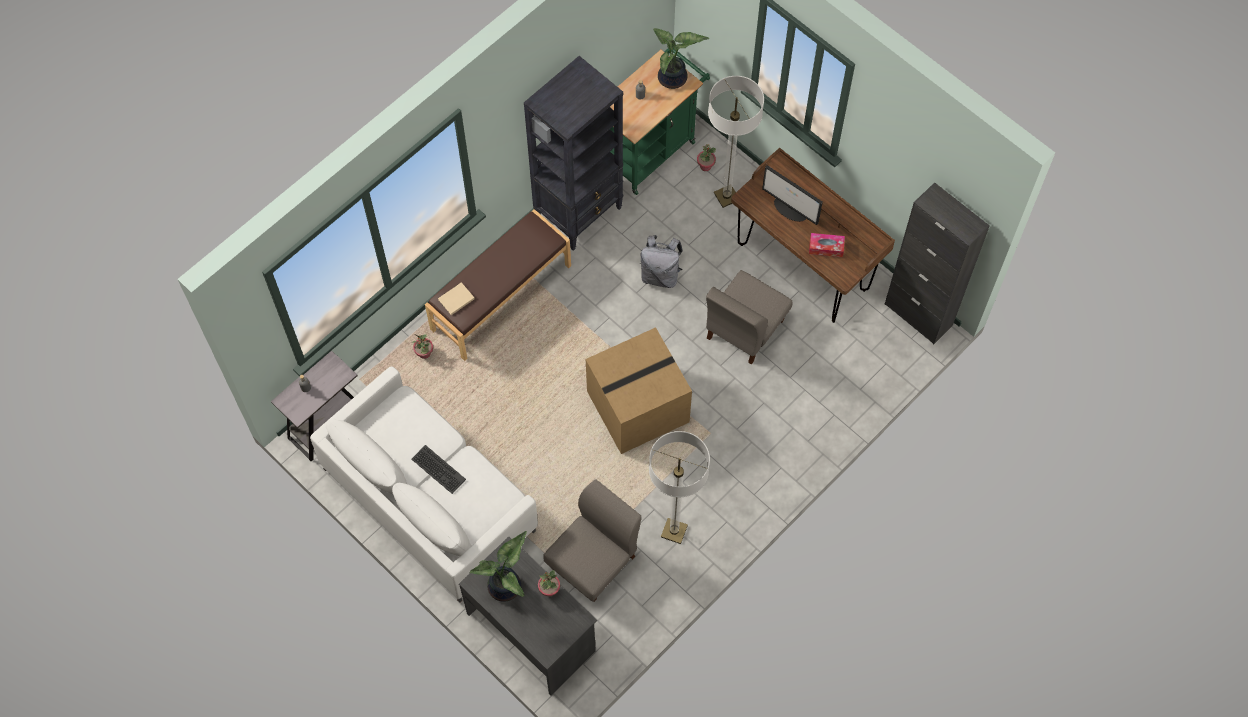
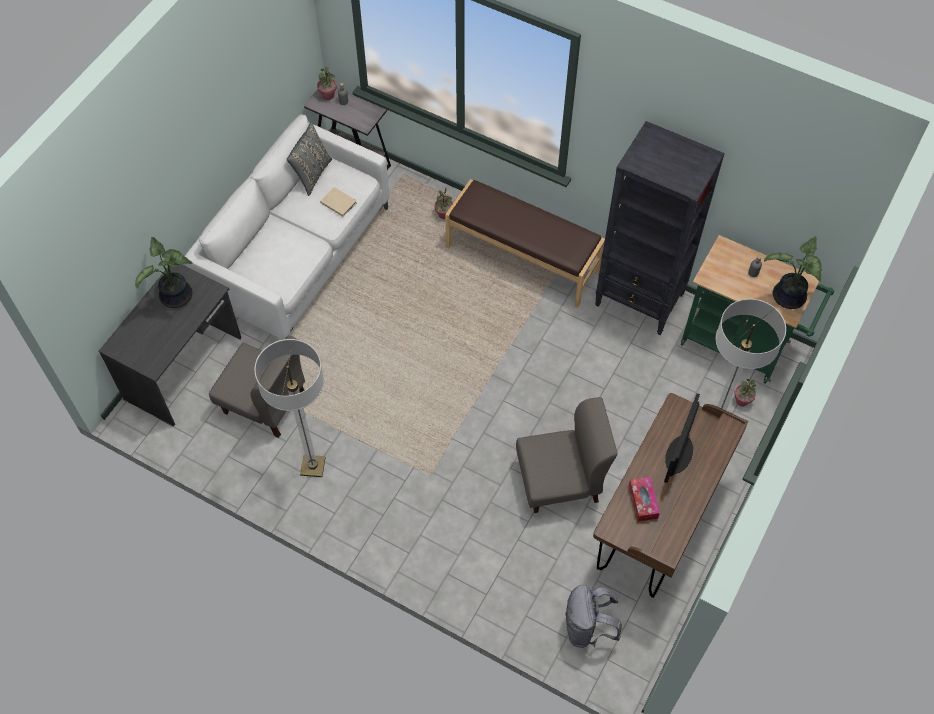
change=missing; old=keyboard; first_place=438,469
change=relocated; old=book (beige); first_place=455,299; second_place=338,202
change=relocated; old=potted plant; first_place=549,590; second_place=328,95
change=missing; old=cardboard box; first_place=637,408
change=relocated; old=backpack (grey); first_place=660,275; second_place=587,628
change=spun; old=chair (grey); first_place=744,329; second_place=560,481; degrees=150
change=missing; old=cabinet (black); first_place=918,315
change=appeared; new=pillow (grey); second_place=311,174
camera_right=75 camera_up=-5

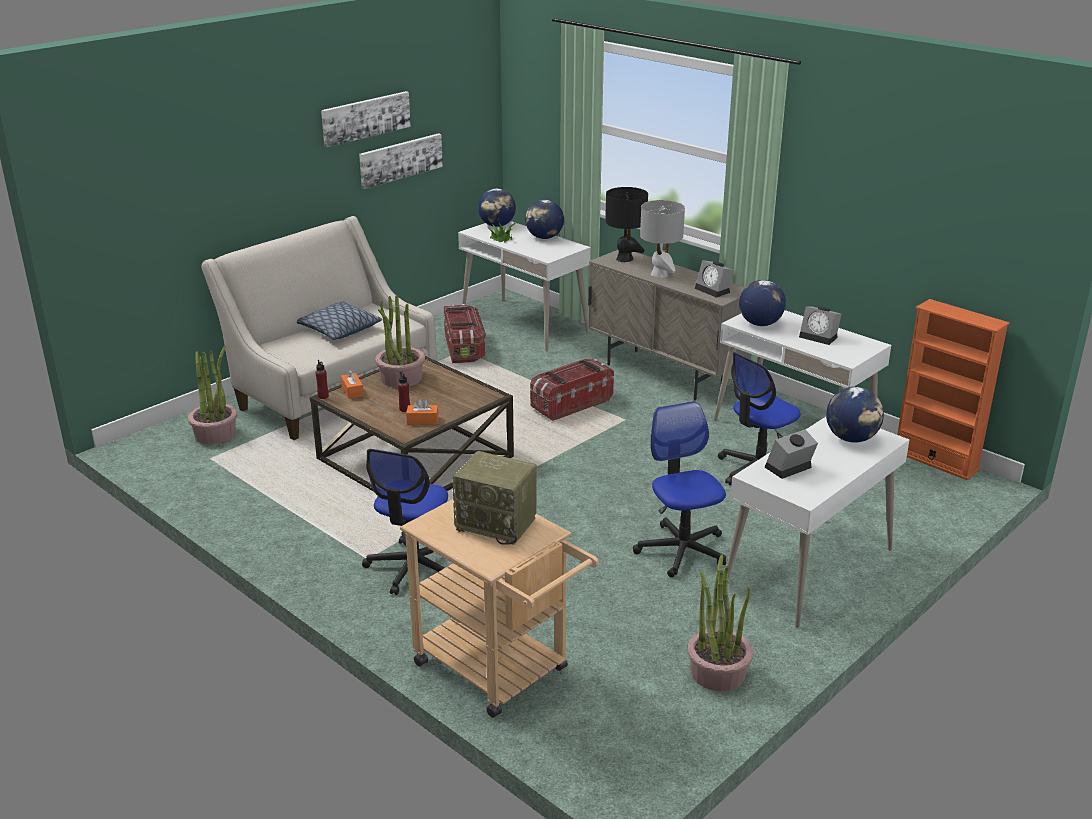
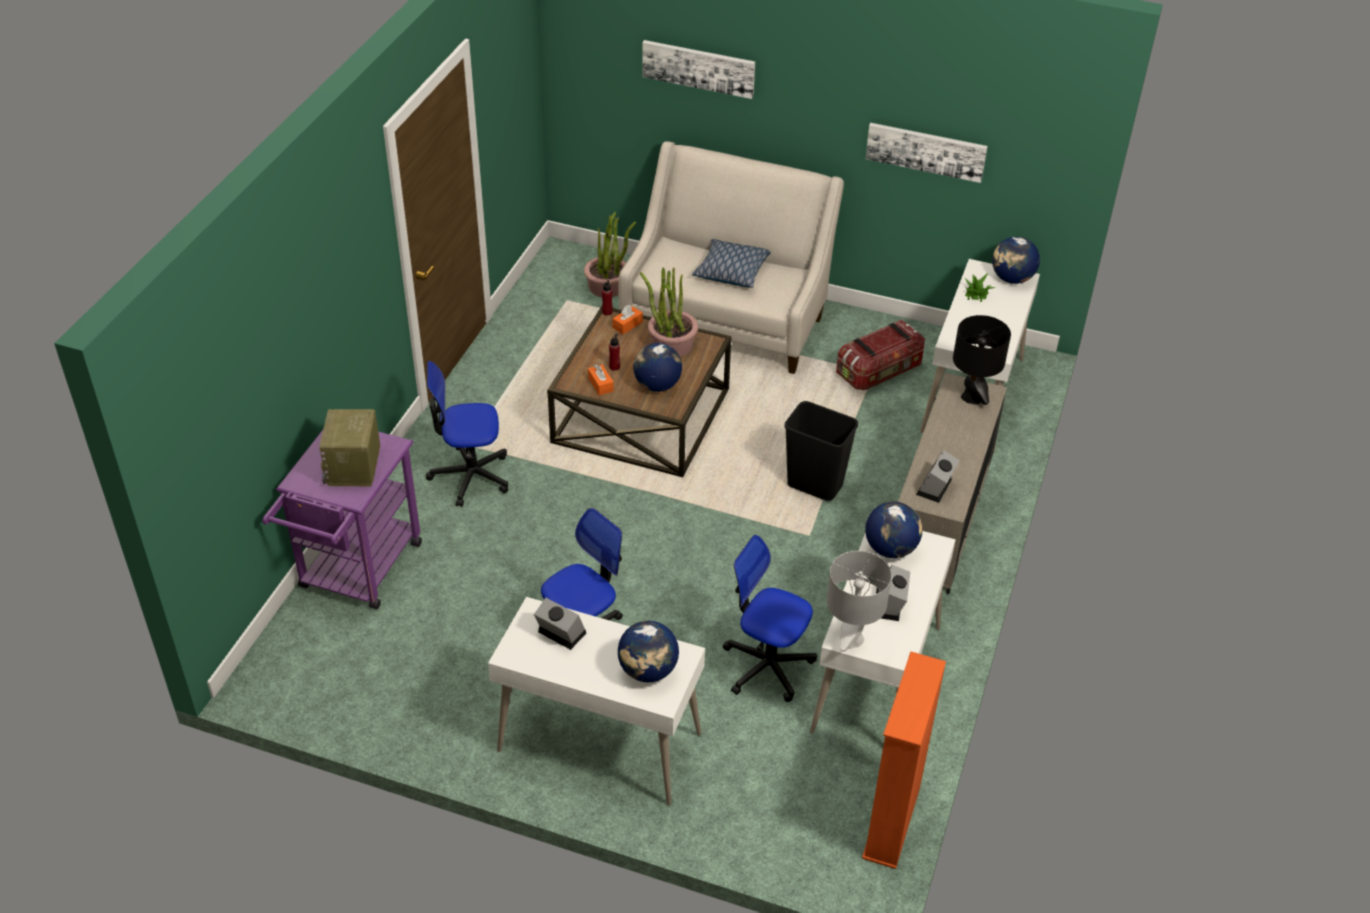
change=relocated; old=picture; first_place=365,118; second_place=698,68
change=colour; old=cart (beige); new=cart (purple); first_place=500,672; second_place=356,573
change=relocated; old=globe; first_place=544,237; second_place=657,385
change=exchanged; old=storage box; new=trash can (black); first_place=570,404; second_place=814,485
change=relocated; old=table lamp (grey); first_place=659,274; second_place=851,639
change=missing; old=potted plant; first_place=717,672
camera_right=65 camera_up=15

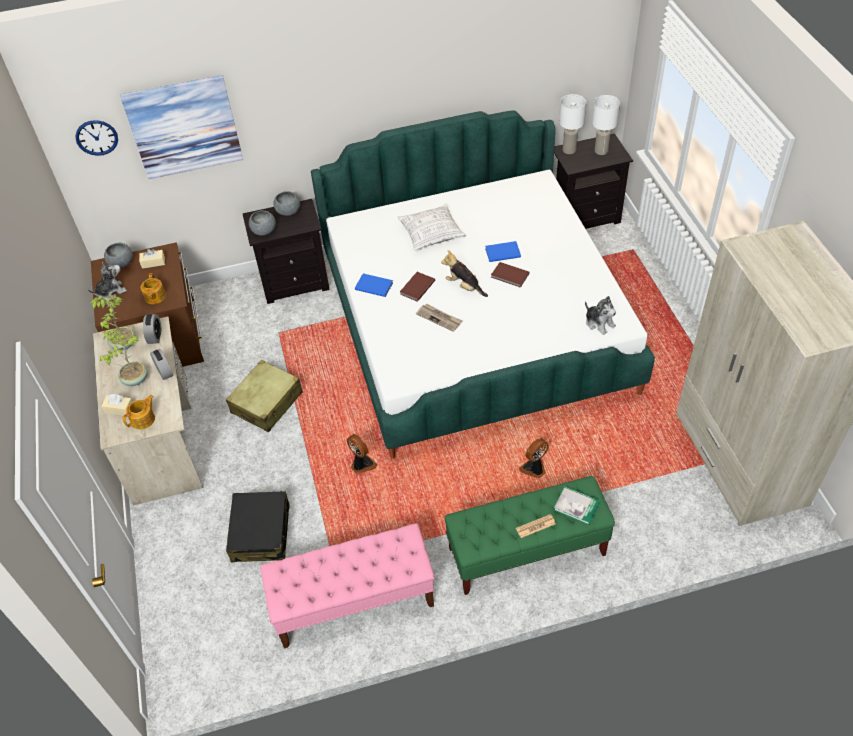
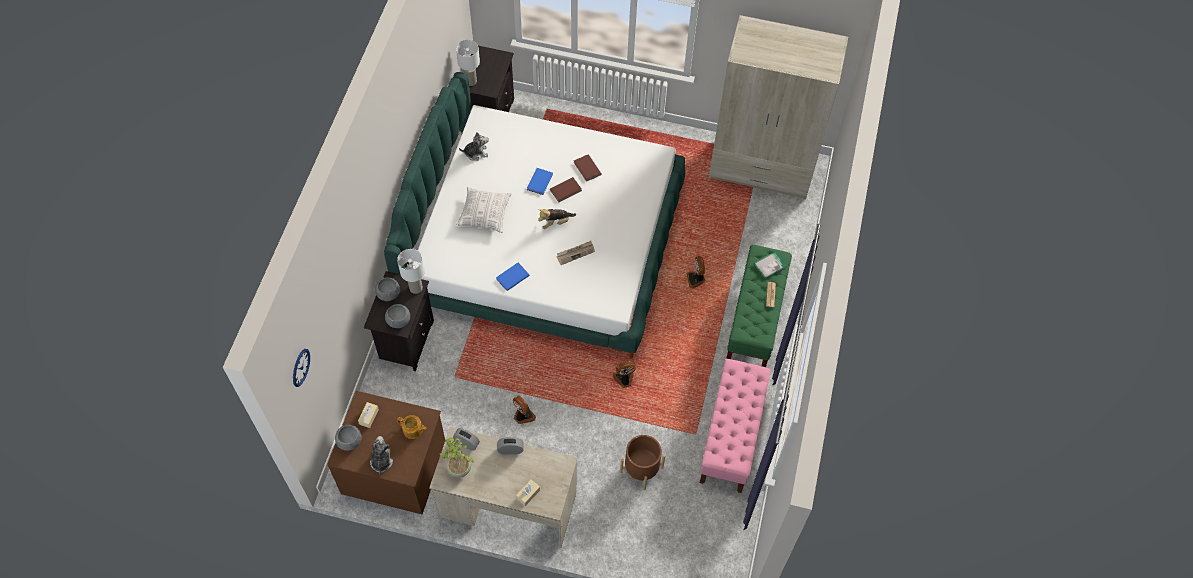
change=missing; old=potted plant; first_place=134,379
change=missing; old=picture; first_place=184,127
change=missing; old=teapot; first_place=143,419
change=exchanged; old=suitcase (beige); new=fan; first_place=267,403; second_place=523,416
change=exchanged; old=suitcase (black); new=planter (brown); first_place=261,533; second_place=641,469
change=relocated; old=book (brown); first_place=416,287; second_place=587,169
change=relocated; old=plush toy; first_place=599,323; second_place=476,153
change=relocated; old=table lamp (white); first_place=601,151; second_place=416,288
camera_right=-65 camera_up=10

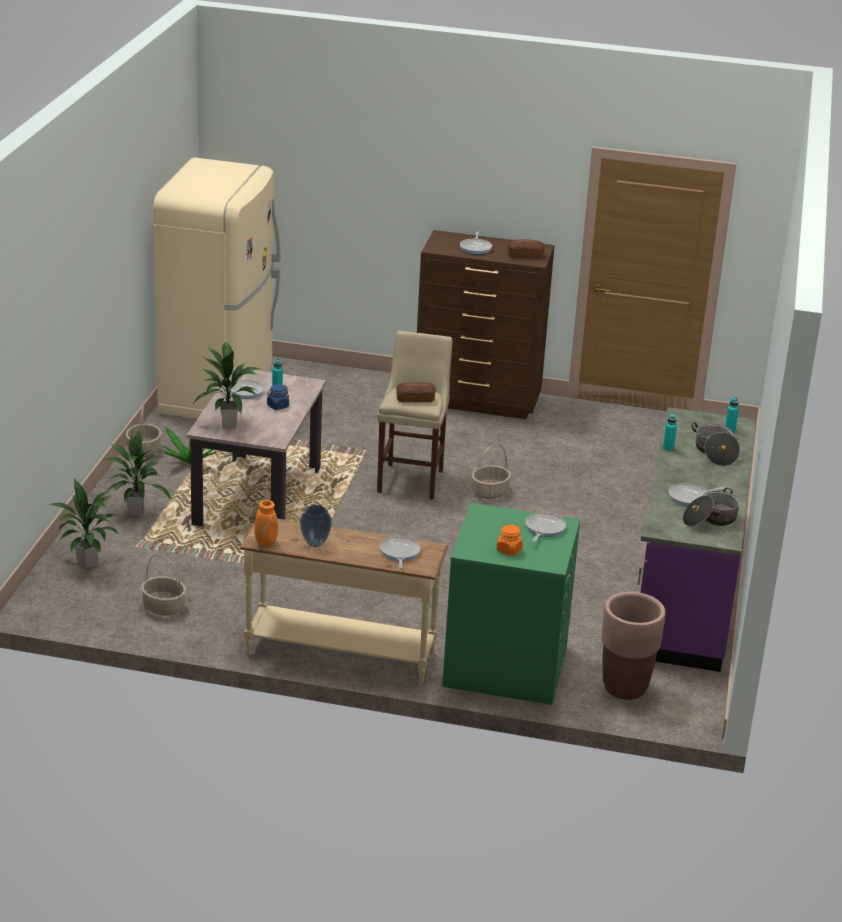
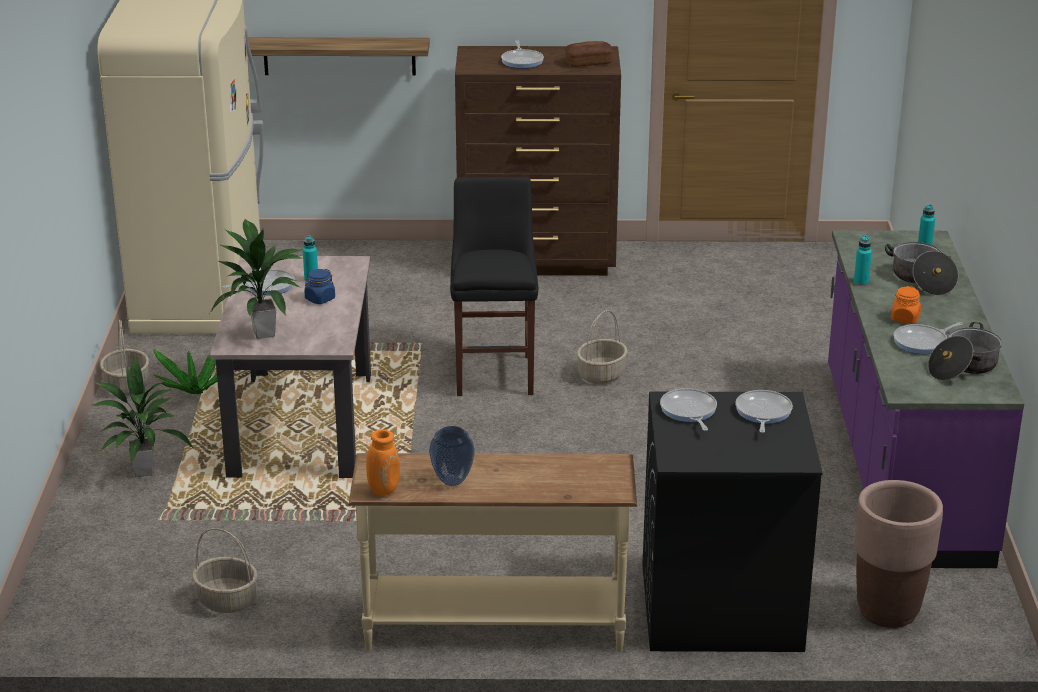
change=missing; old=potted plant; first_place=87,564
change=colour; old=stool (beige); new=stool (black); first_place=411,479; second_place=495,372
change=relocated; old=frying pan; first_place=399,553; second_place=688,411
change=missing; old=bread; first_place=415,399
change=colour; old=washing machine (green); new=washing machine (black); first_place=504,666; second_place=719,607
change=relocated; old=jar (orange); first_place=509,550; second_place=905,318
change=appeared; new=shelf; second_place=339,56
camera_right=-10 camera_up=0

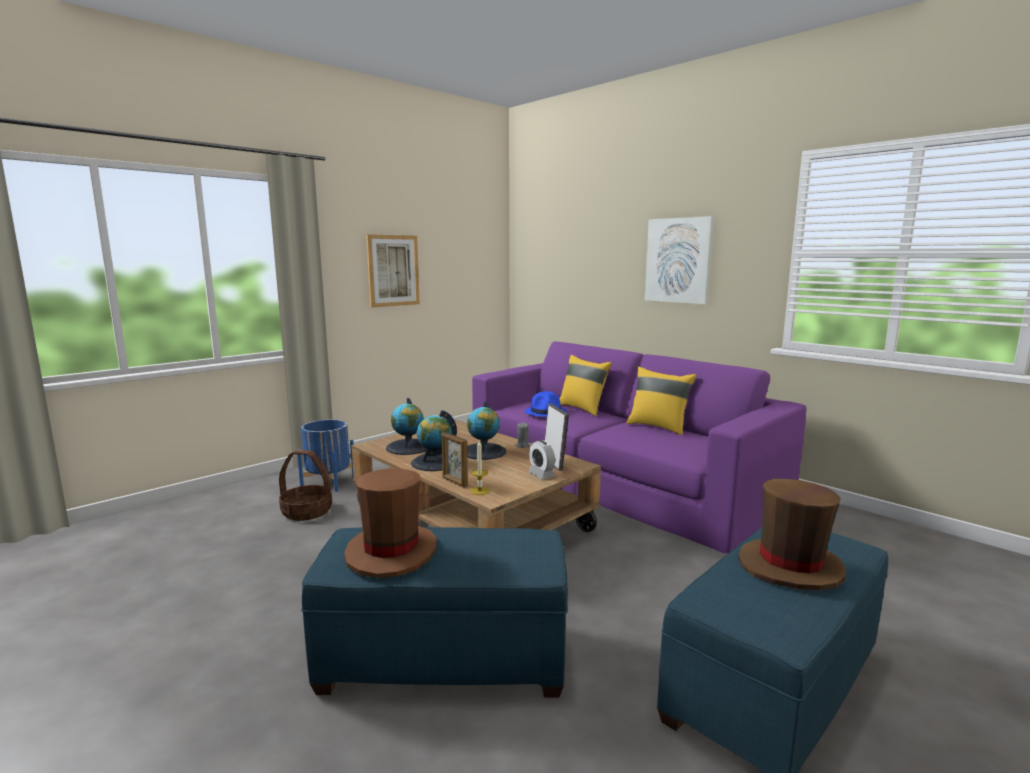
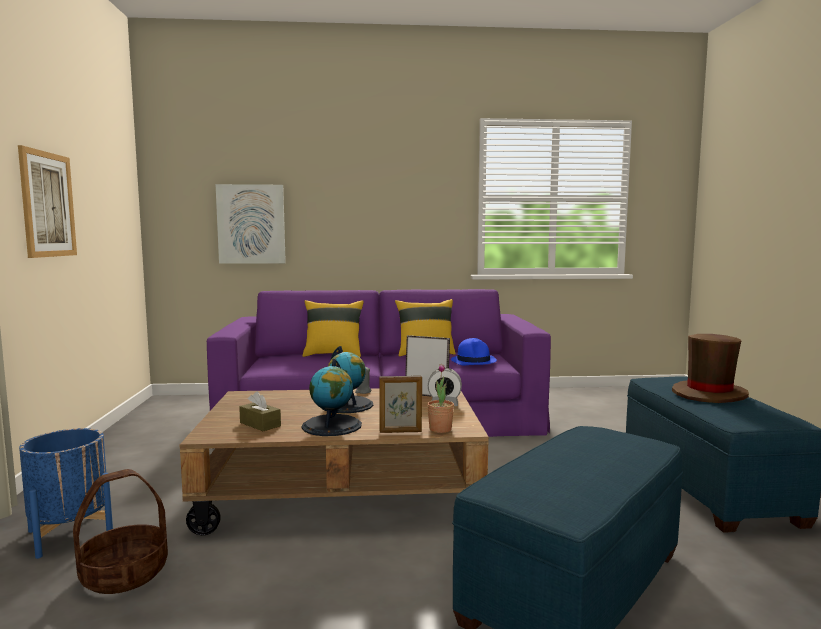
change=missing; old=hat (brown); first_place=392,552
change=exchanged; old=globe; new=tissue box (brown); first_place=408,447; second_place=260,424
change=exchanged; old=candle; new=potted plant; first_place=479,491; second_place=440,429
change=relocated; old=hat (blue); first_place=546,412; second_place=473,361
change=relocated; old=picture; first_place=678,260; second_place=251,224
camera_right=-50 camera_up=-5

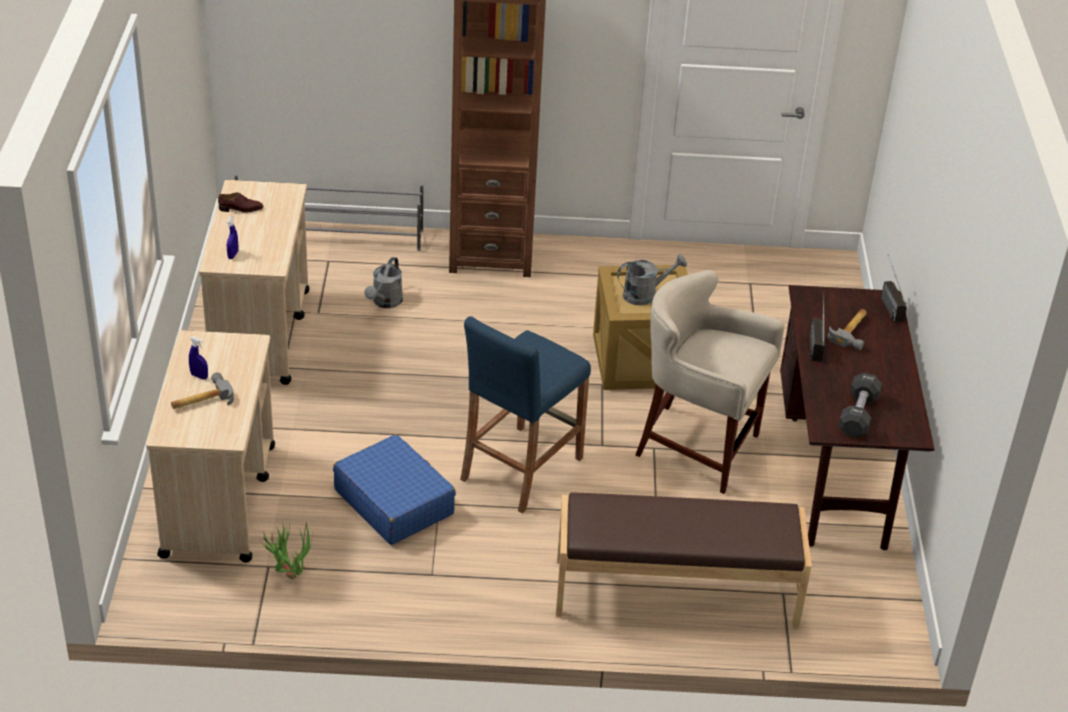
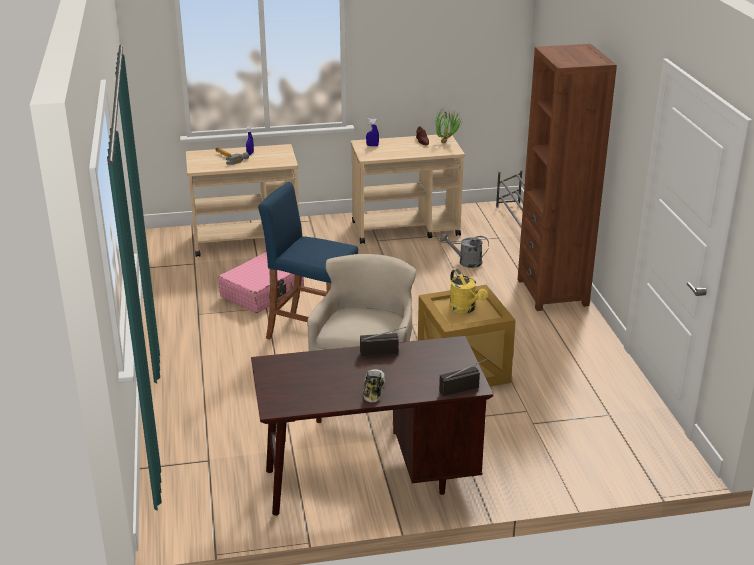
change=relocated; old=potted plant; first_place=289,573; second_place=447,142
change=colour; old=suitcase (blue); new=suitcase (pink); first_place=394,501; second_place=262,293
change=missing; old=bench (brown); first_place=676,594
change=colour; old=watering can (grey); new=watering can (yellow); first_place=645,294; second_place=465,309
change=missing; old=hammer; first_place=853,331
change=missing; old=dumbbell (black); first_place=858,415
change=appeared; new=shoe; second_place=373,390
camera_right=80 camera_up=-10

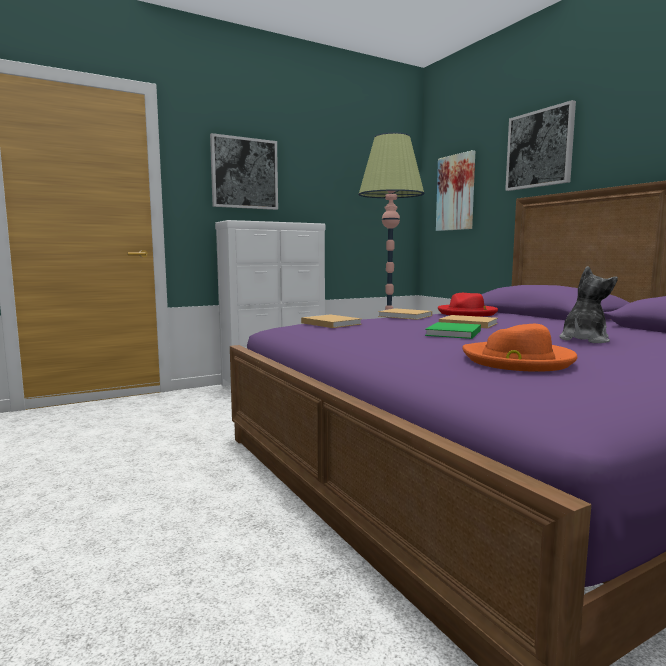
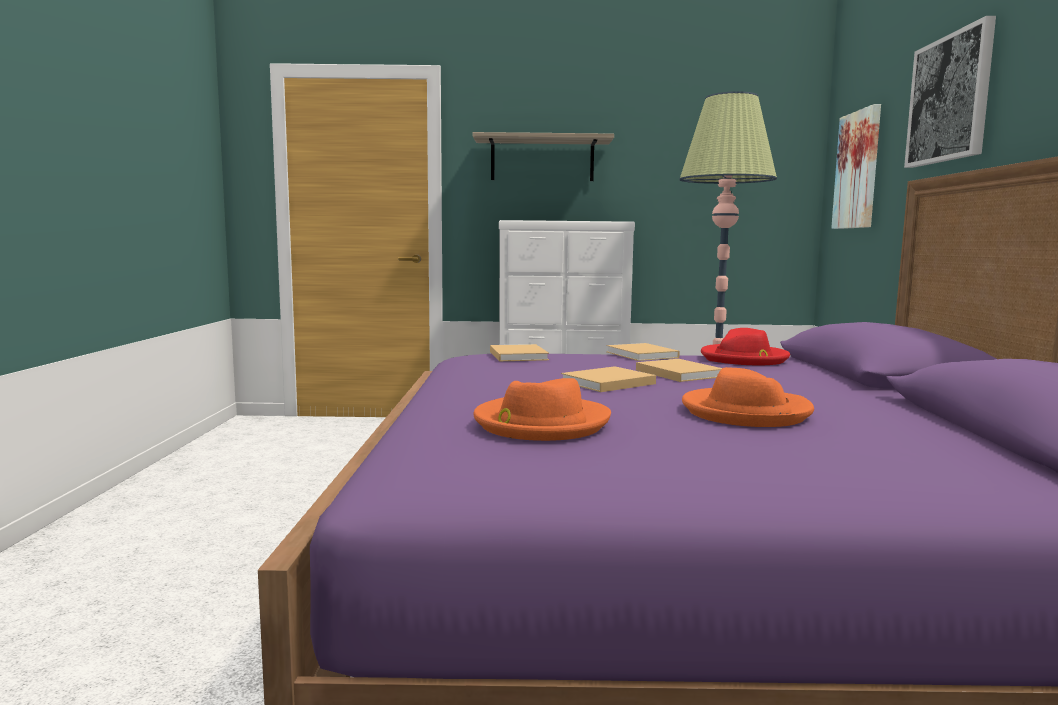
change=exchanged; old=picture; new=shelf; first_place=244,173; second_place=542,160
change=colour; old=book (green); new=book (beige); first_place=453,333; second_place=606,383
change=exchanged; old=plush toy; new=hat (orange); first_place=584,340; second_place=745,412
camera_right=30 camera_up=0

